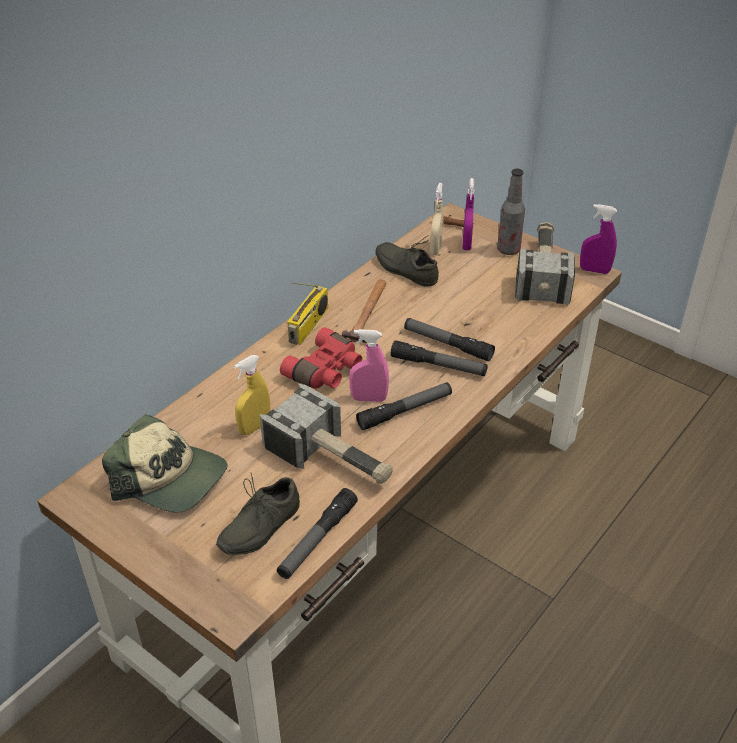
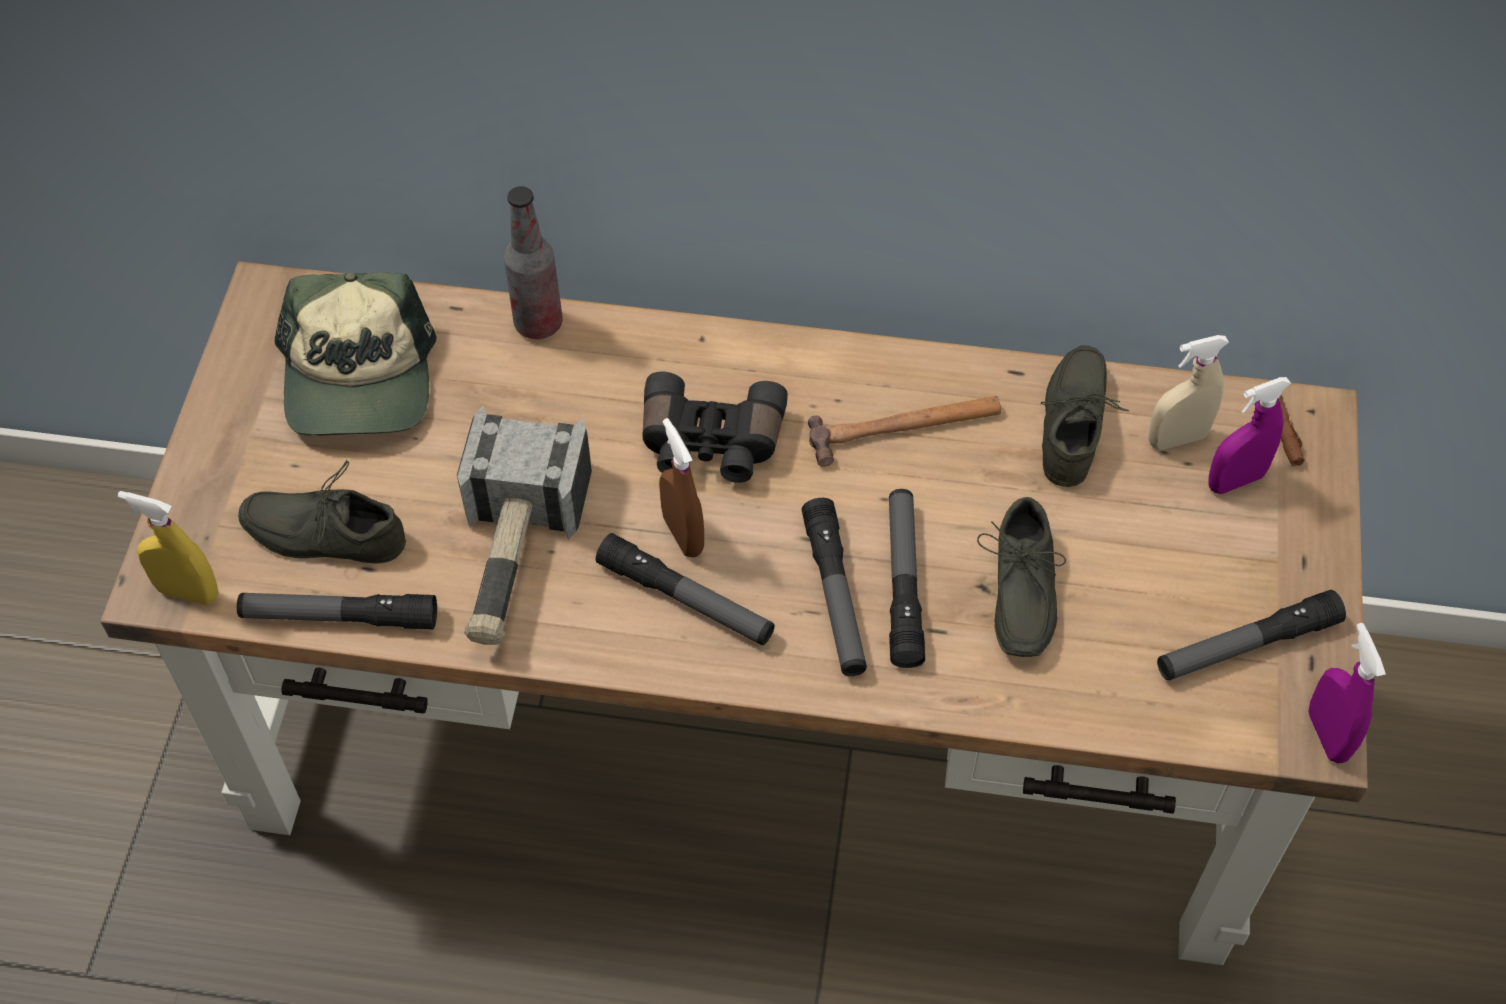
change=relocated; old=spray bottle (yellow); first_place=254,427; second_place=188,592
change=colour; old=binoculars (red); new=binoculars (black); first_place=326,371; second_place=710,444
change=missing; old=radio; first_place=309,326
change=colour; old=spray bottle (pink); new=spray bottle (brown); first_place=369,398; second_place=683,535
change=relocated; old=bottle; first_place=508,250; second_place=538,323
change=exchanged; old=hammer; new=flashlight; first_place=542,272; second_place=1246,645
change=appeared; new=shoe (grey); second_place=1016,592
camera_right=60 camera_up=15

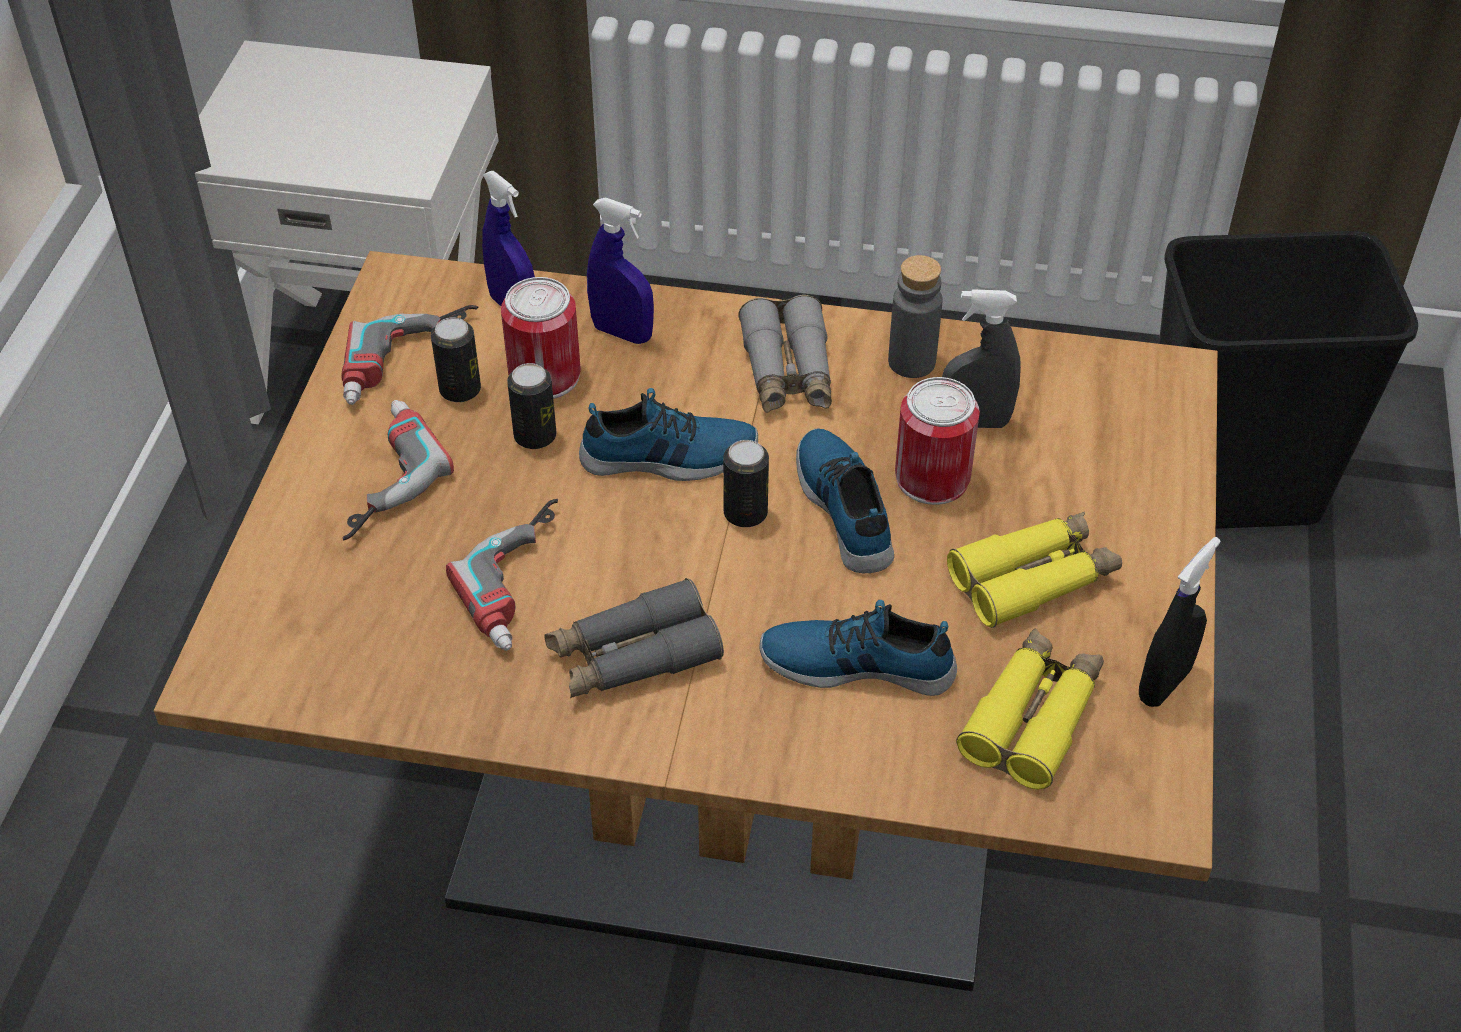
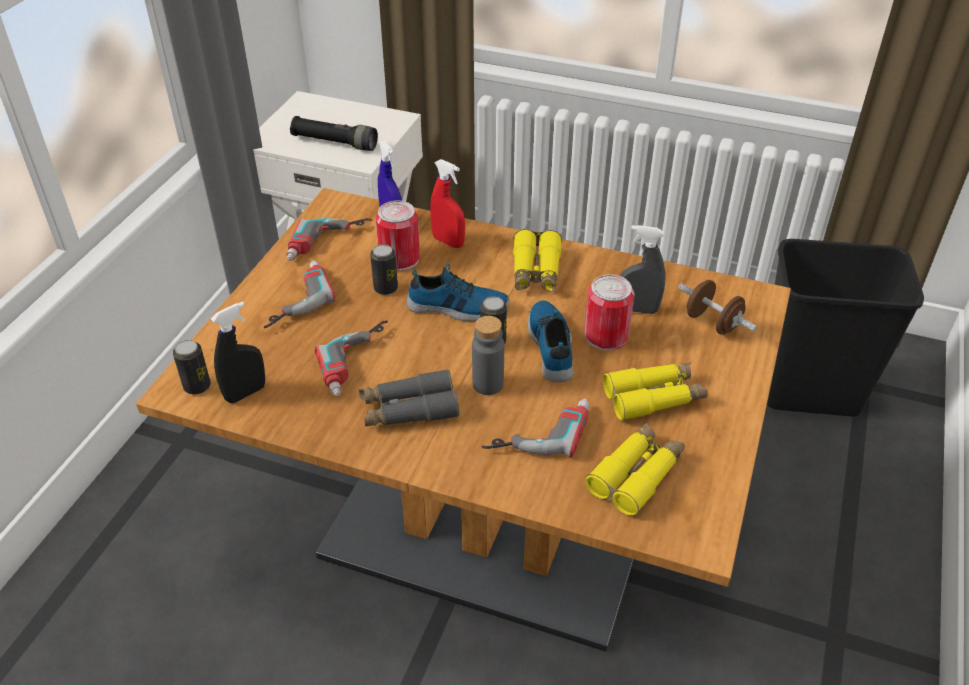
change=relocated; old=can; first_place=460,390; second_place=197,386
change=colour; old=spray bottle (blue); new=spray bottle (red); first_place=622,333; second_place=448,242
change=colour; old=binoculars (grey); new=binoculars (yellow); first_place=788,371; second_place=536,271
change=exchanged; old=shoe; new=power drill; first_place=857,662; second_place=538,430
change=relocated; old=bottle (grey); first_place=911,362; second_place=488,384
change=relocated; old=spray bottle (black); first_place=1164,684; second_place=245,393
change=appeared; new=flashlight (black); second_place=335,143
change=appeared; new=dumbbell (brown); second_place=712,323
camera_right=10 camera_up=-5

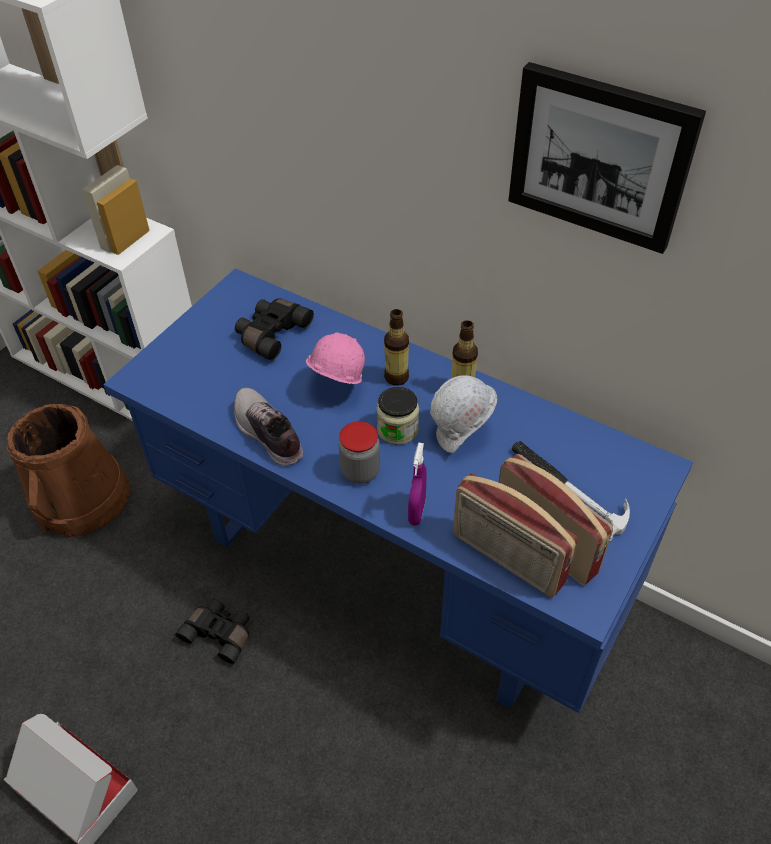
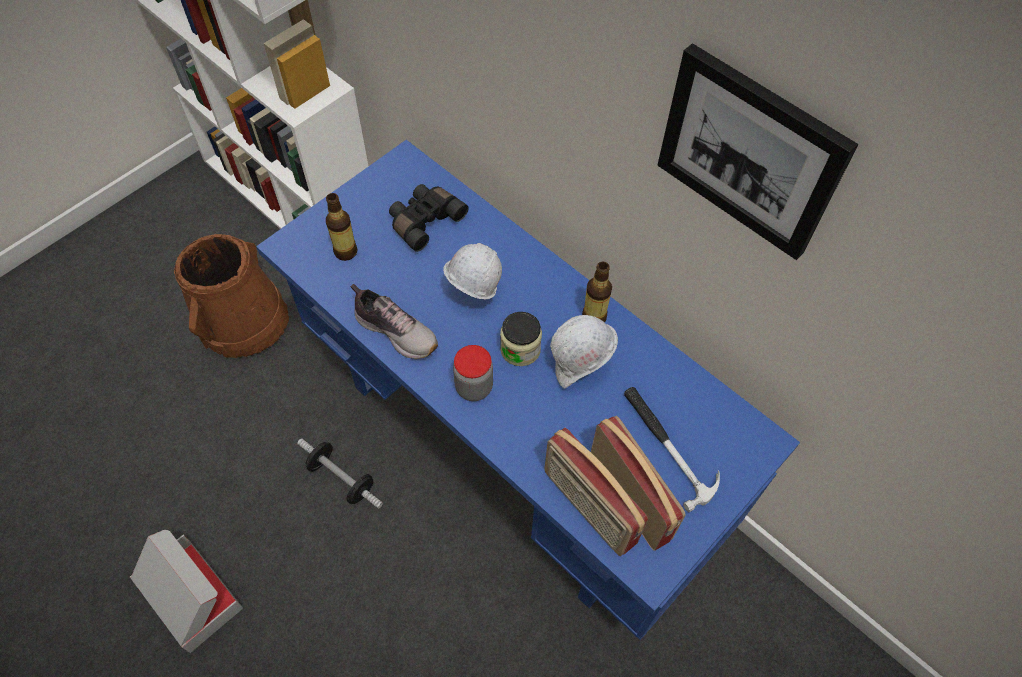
change=exchanged; old=binoculars (black); new=dumbbell; first_place=220,633; second_place=342,479
change=spun; old=shoe; first_place=268,435; second_place=396,331; degrees=150
change=colour; old=hard hat (pink); new=hard hat (white); first_place=335,387; second_place=472,292
change=relocated; old=bottle; first_place=396,377; second_place=345,252
change=missing; old=spray bottle (purple); first_place=417,512
camera_right=10 camera_up=10

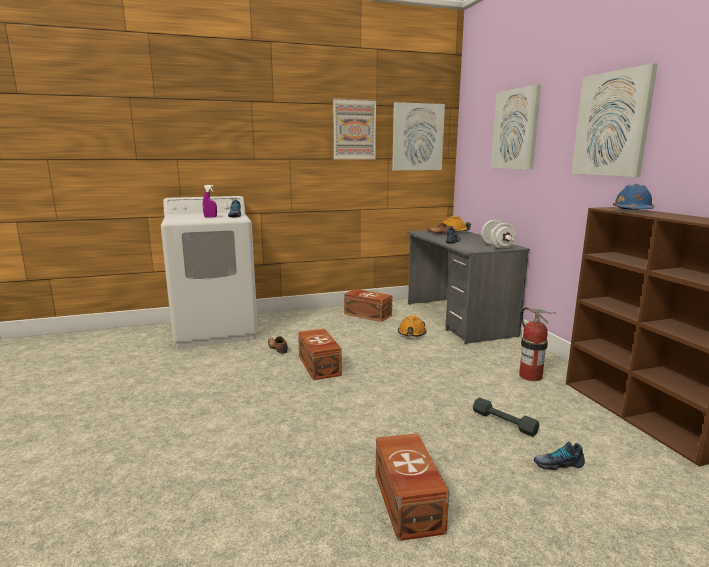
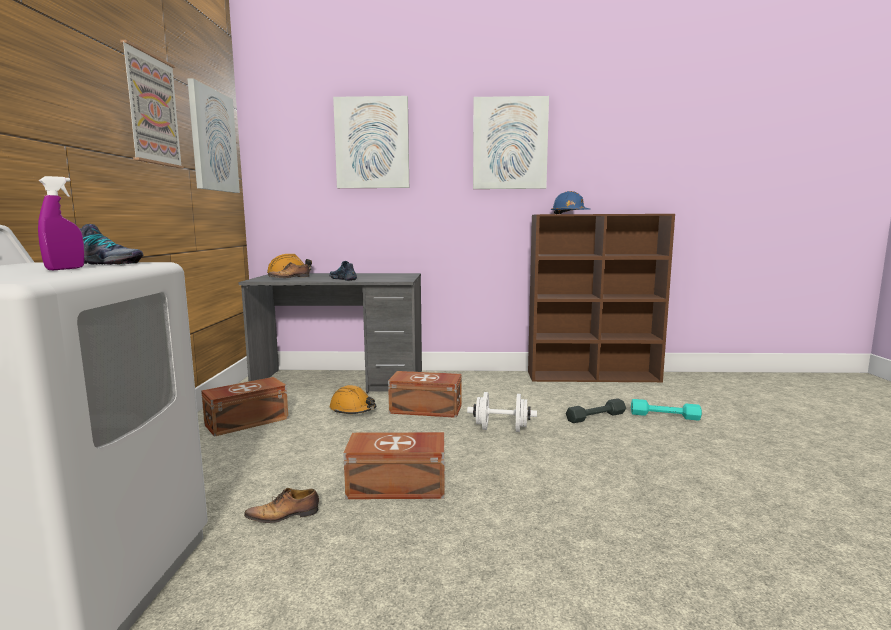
change=relocated; old=storage box (brown); first_place=407,503; second_place=426,409
change=relocated; old=dumbbell (white); first_place=497,246; second_place=501,429
change=missing; old=fire extinguisher; first_place=530,376
change=exchanged; old=shoe; new=dumbbell (turquoise); first_place=558,464; second_place=664,416
camera_right=-70 camera_up=-5

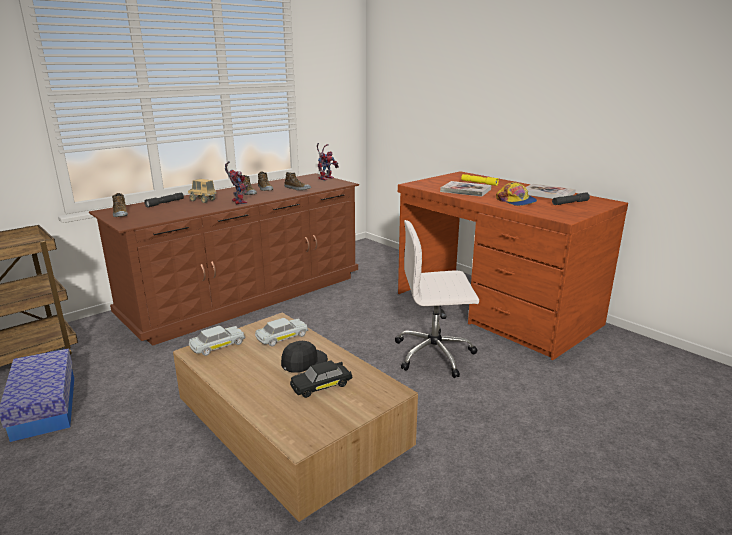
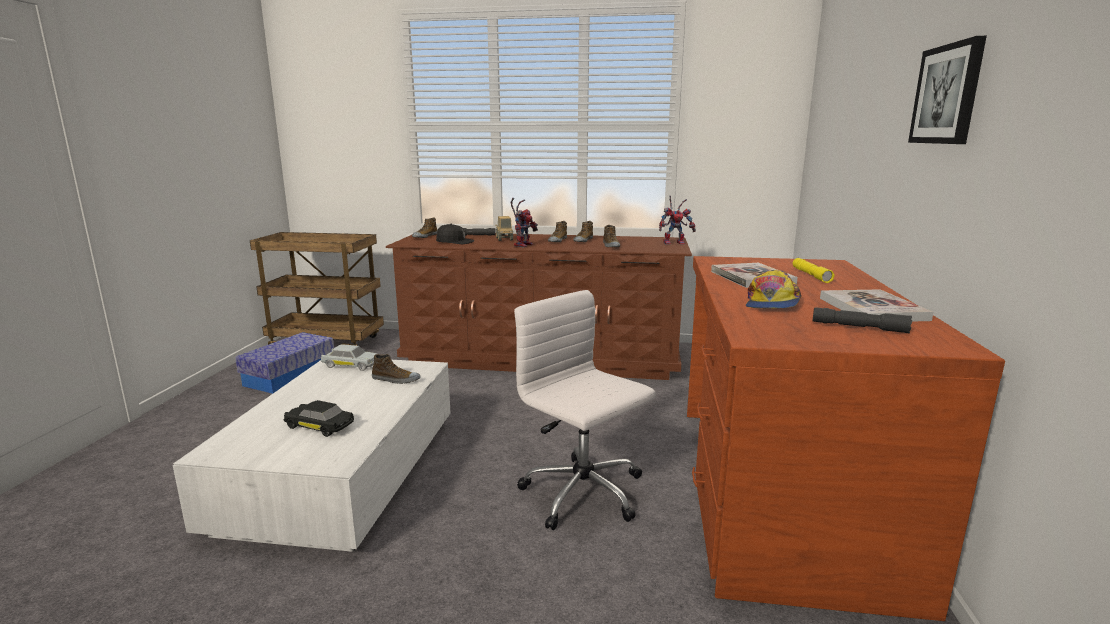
change=colour; old=coffee table (brown); new=coffee table (white); first_place=290,429; second_place=343,473
change=exchanged; old=toy car (white); new=shoe; first_place=282,337; second_place=395,380
change=relocated; old=cap (black); first_place=303,362; second_place=455,242
change=appeared; new=picture; second_place=947,94
camera_right=50 camera_up=-5

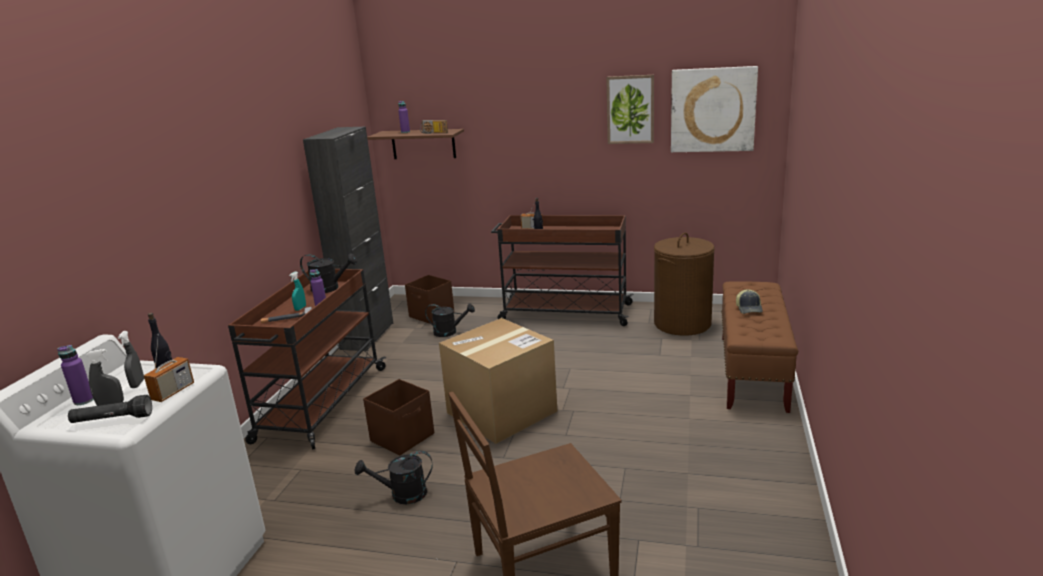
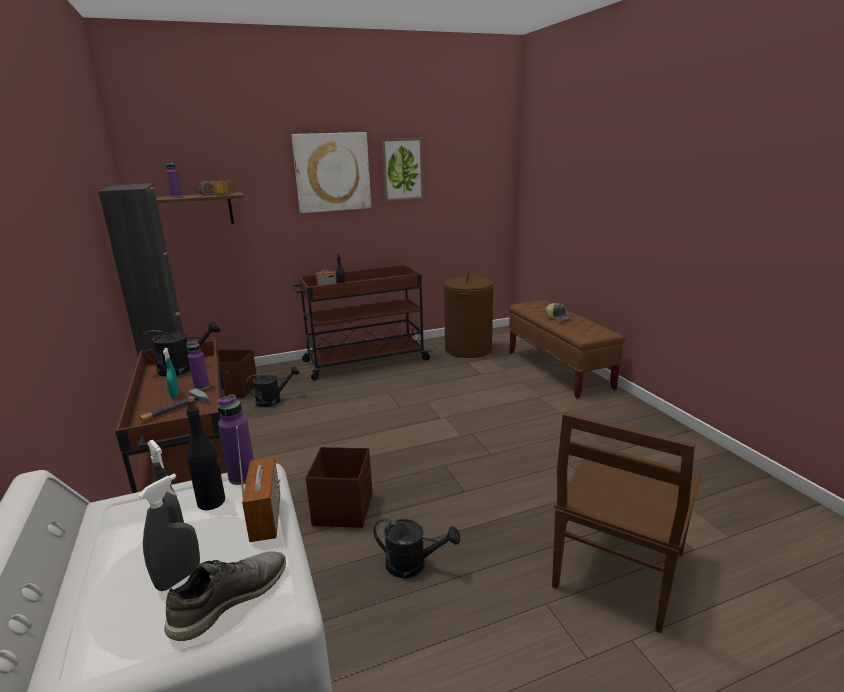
change=relocated; old=bottle (purple); first_place=83,401; second_place=242,477
change=exchanged; old=flashlight (black); new=shoe (grey); first_place=112,420; second_place=230,599
change=spun; old=watering can (black); first_place=402,495; second_place=413,565; degrees=-120
change=missing; old=cardboard box; first_place=501,412
change=relocated; old=picture; first_place=712,110; second_place=332,172
camera_right=-35 camera_up=0

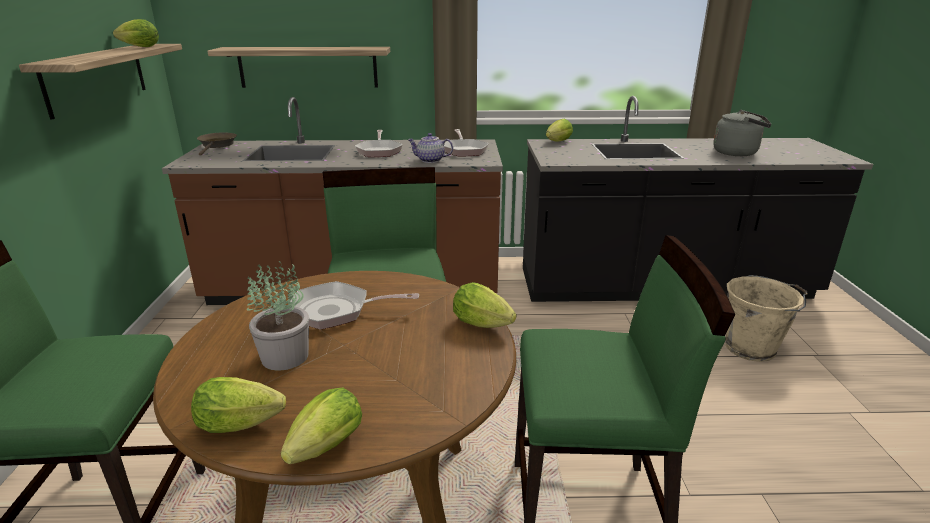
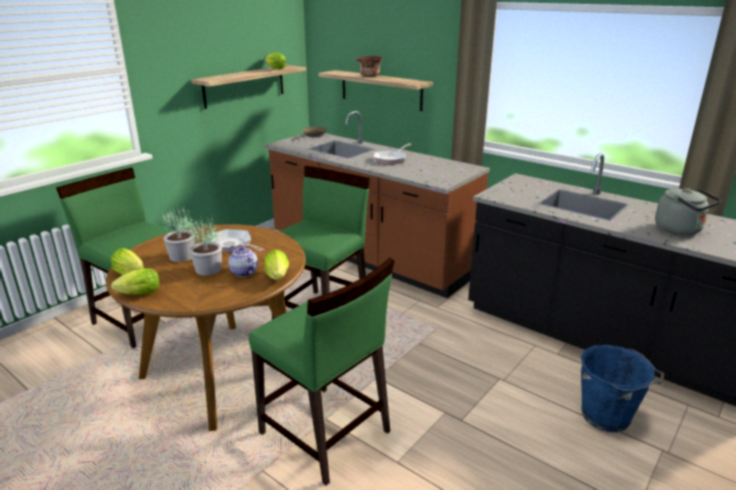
change=relocated; old=teapot; first_place=430,160; second_place=243,272
change=missing; old=frying pan; first_place=464,150
change=missing; old=lettuce; first_place=557,142
change=colour; old=bucket (beige); new=bucket (blue); first_place=752,348; second_place=607,417
change=appeared; new=potted plant; second_place=208,269
change=appeared; new=bowl; second_place=370,76
camera_right=40 camera_up=0

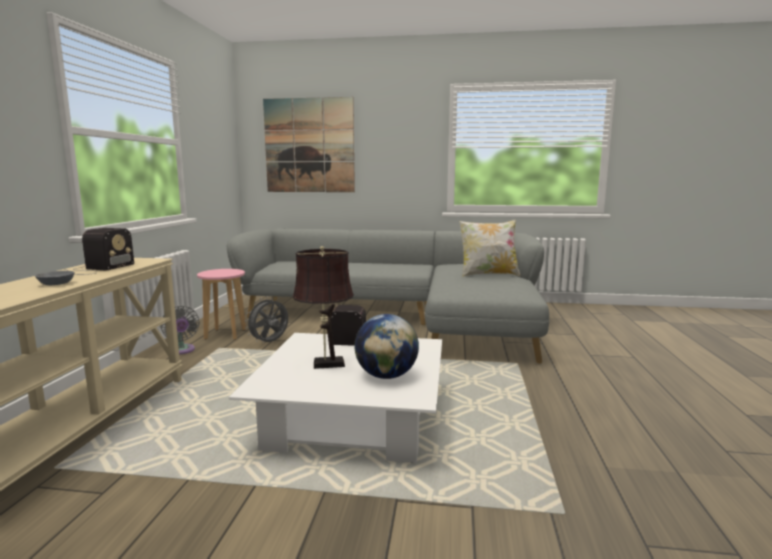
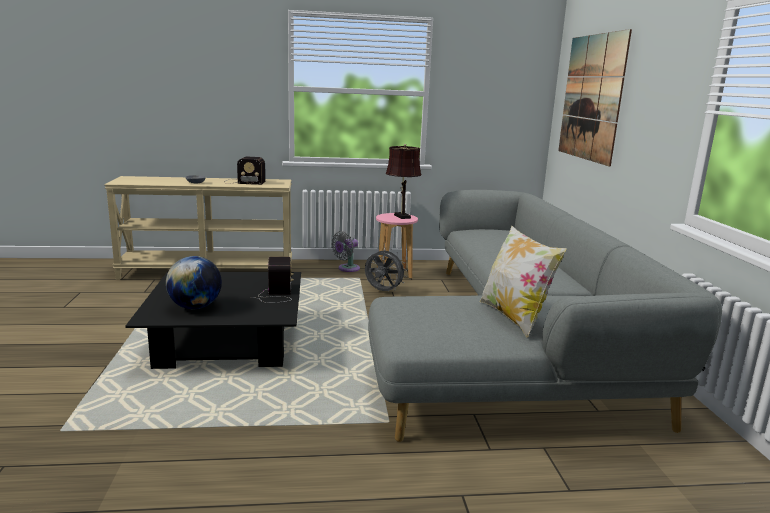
change=colour; old=coffee table (white); new=coffee table (black); first_place=353,418; second_place=227,341
change=relocated; old=table lamp (brown); first_place=325,364; second_place=401,216
camera_right=75 camera_up=5

